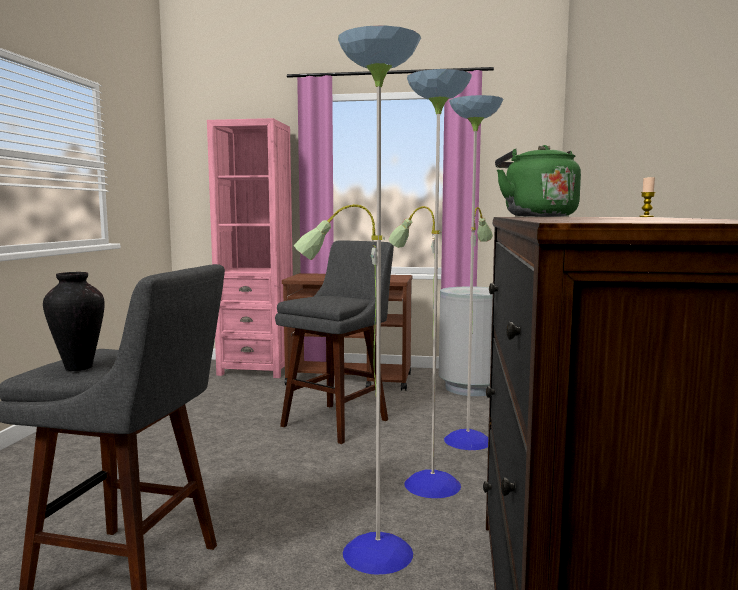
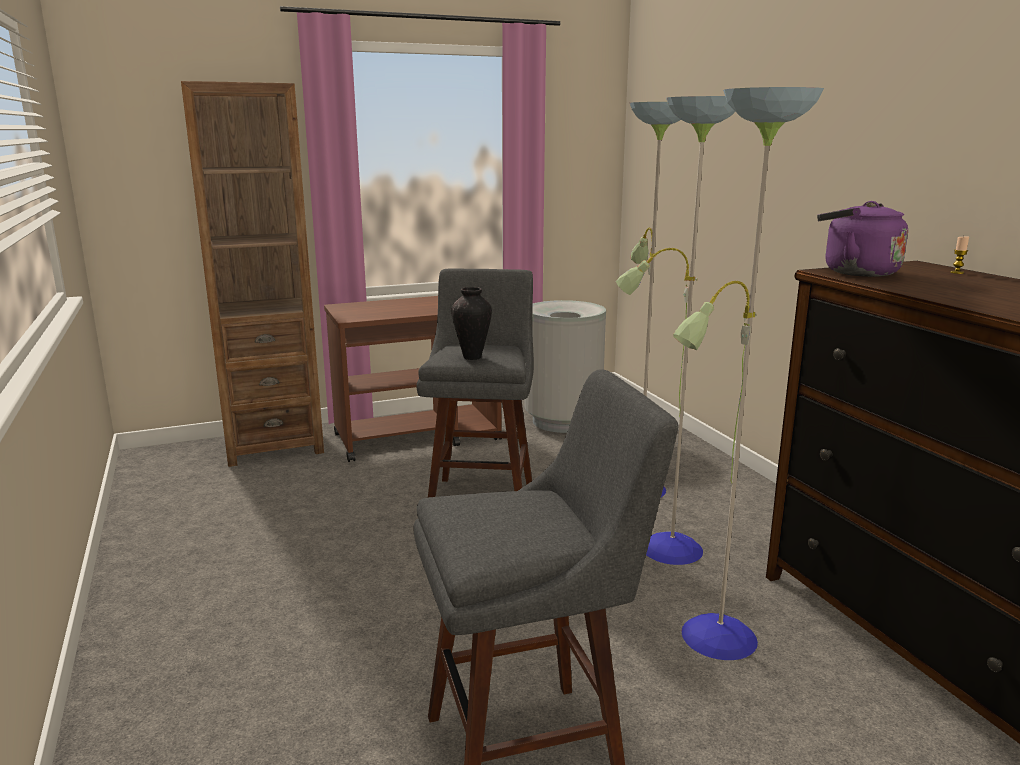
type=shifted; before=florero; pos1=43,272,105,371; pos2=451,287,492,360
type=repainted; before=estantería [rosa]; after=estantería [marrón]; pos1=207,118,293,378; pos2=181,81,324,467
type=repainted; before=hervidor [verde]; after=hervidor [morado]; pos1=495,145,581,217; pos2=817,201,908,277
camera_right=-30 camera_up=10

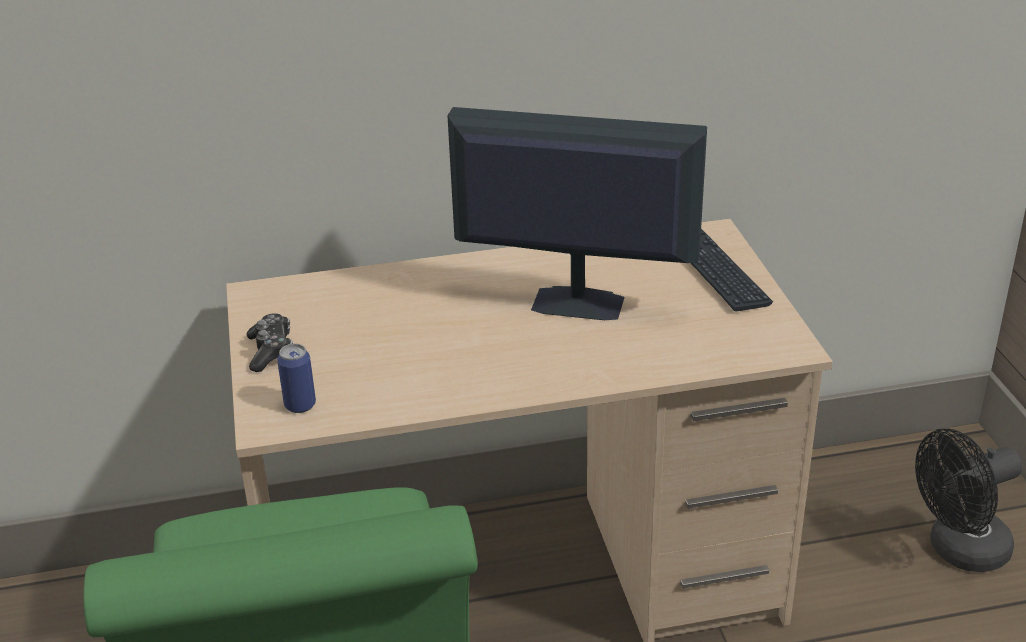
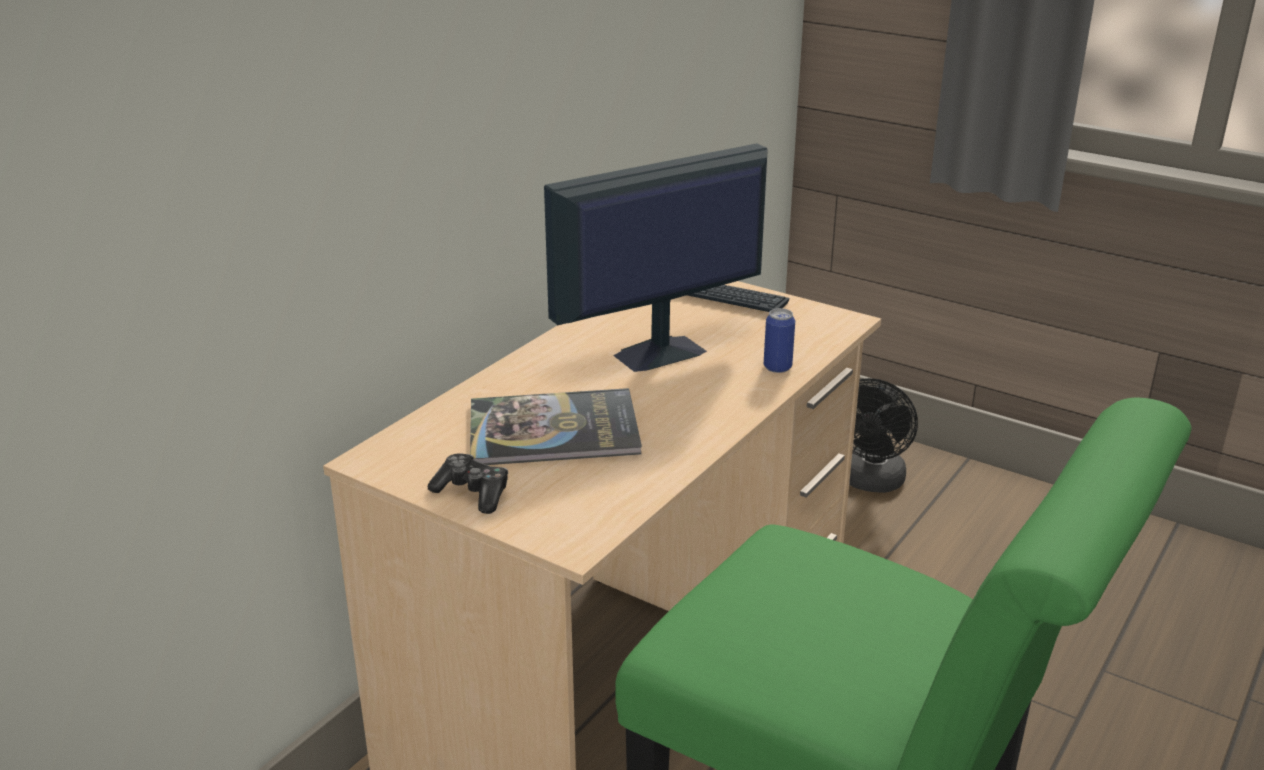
type=new; after=libro; pos2=470,388,642,465
type=shifted; before=lata; pos1=277,344,316,413; pos2=764,308,795,373
camera_right=-45 camera_up=-5

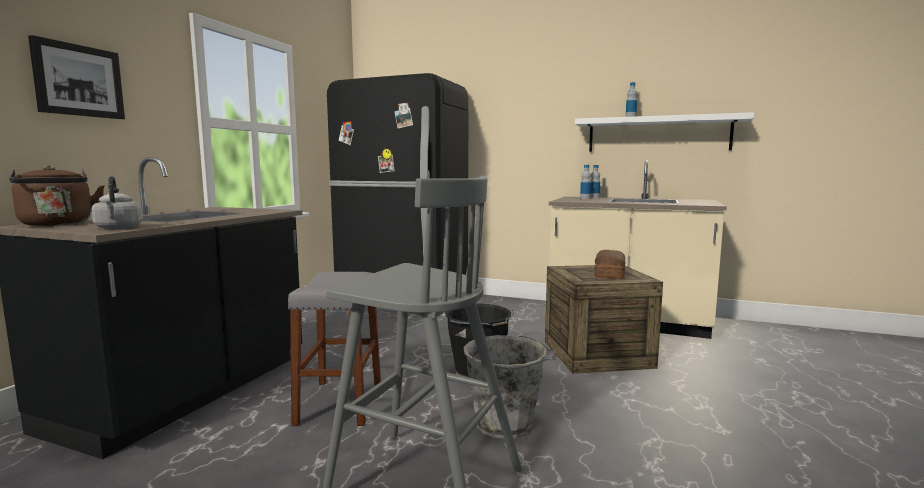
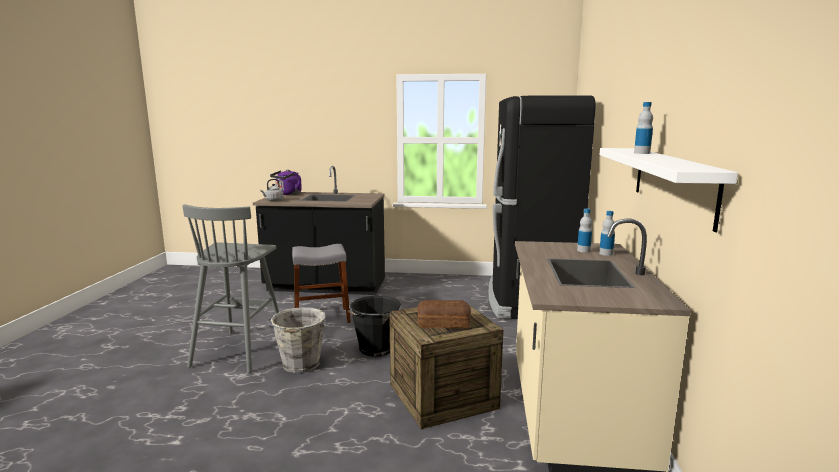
type=gone; before=cuadro; pos1=28,35,125,119
type=repainted; before=hervidor [marrón]; after=hervidor [morado]; pos1=9,165,105,226; pos2=270,170,302,195
camera_right=75 camera_up=5

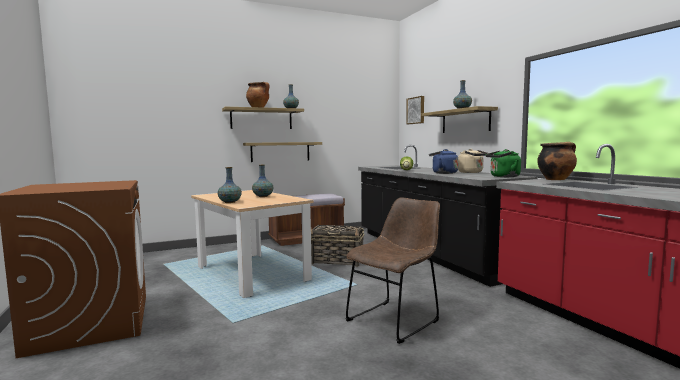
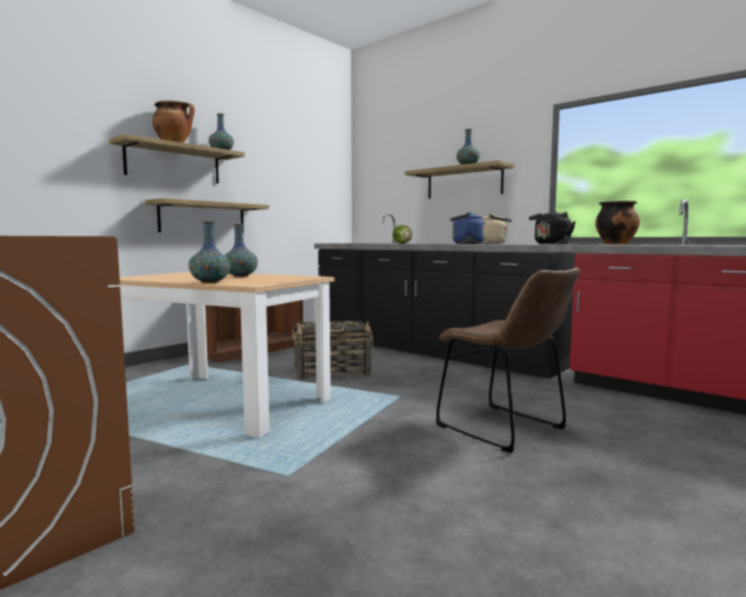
type=gone; before=cuadro; pos1=406,96,424,124
type=repainted; before=hervidor [verde]; after=hervidor [negro]; pos1=486,149,521,177; pos2=529,210,575,244
type=rotated; before=silla [marrón]; pos1=346,197,440,344; pos2=436,268,580,453; turn=120
camera_right=-25 camera_up=0

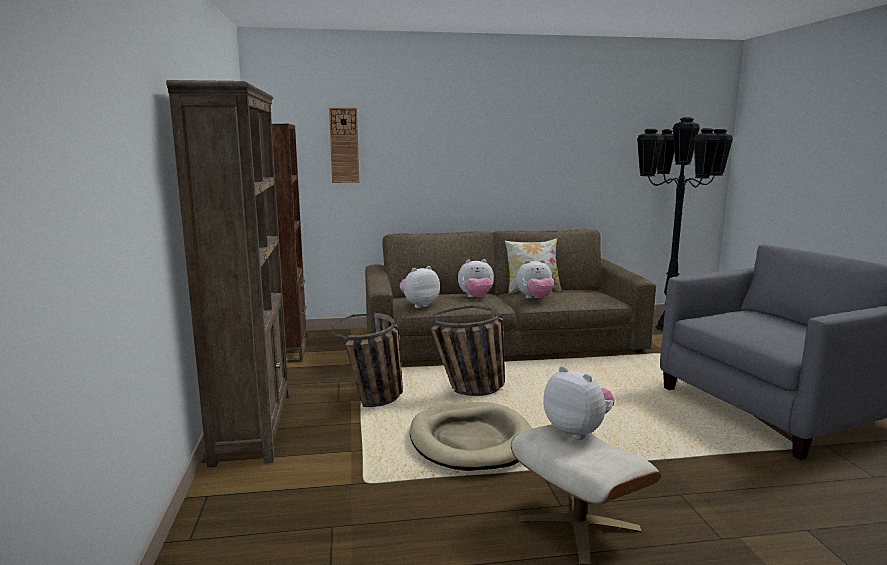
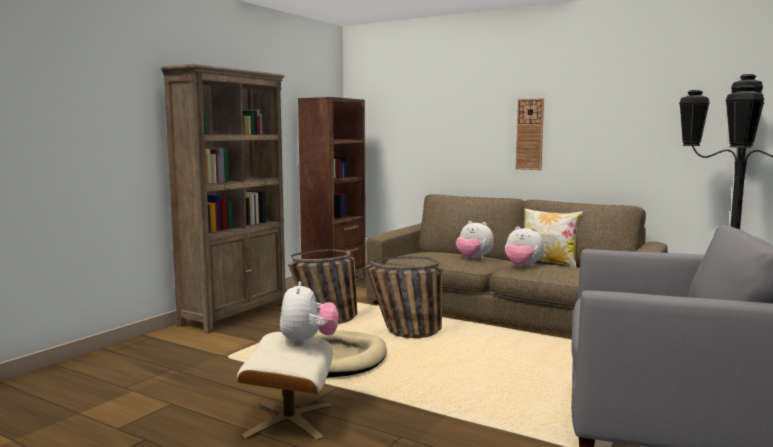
type=gone; before=peluche; pos1=399,266,440,308
type=shifted; before=reloj de pared; pos1=329,108,359,183; pos2=516,98,544,170
camera_right=40 camera_up=-5

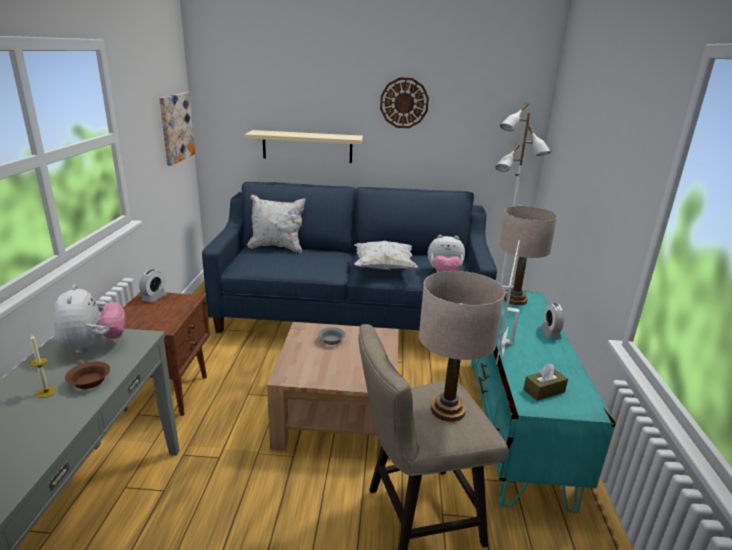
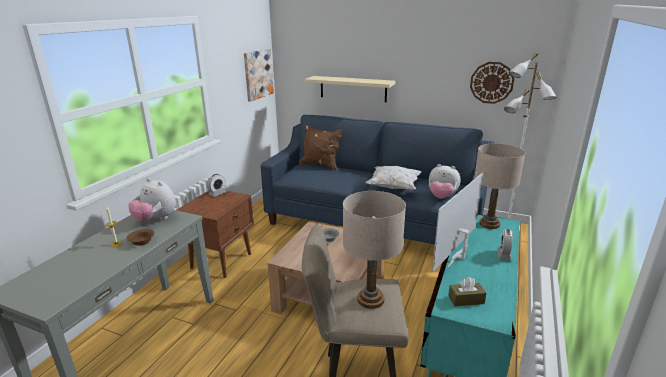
type=shifted; before=reloj de pared; pos1=380,77,429,128; pos2=470,62,514,104
type=repainted; before=cojín [blanco]; after=cojín [marrón]; pos1=247,195,306,253; pos2=300,125,343,171
type=rotated; before=peluche; pos1=54,284,125,354; pos2=128,178,176,222; turn=120
camera_right=20 camera_up=0

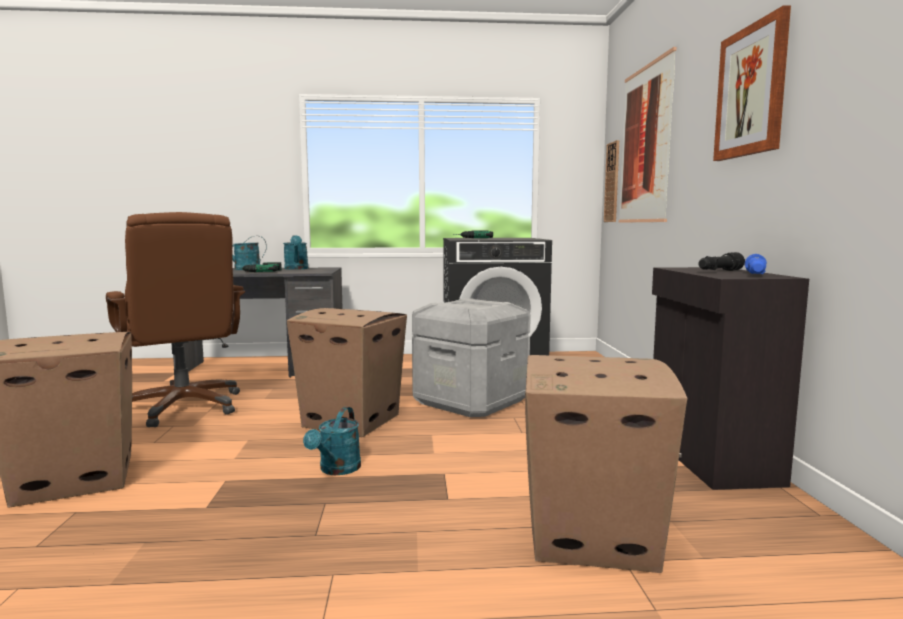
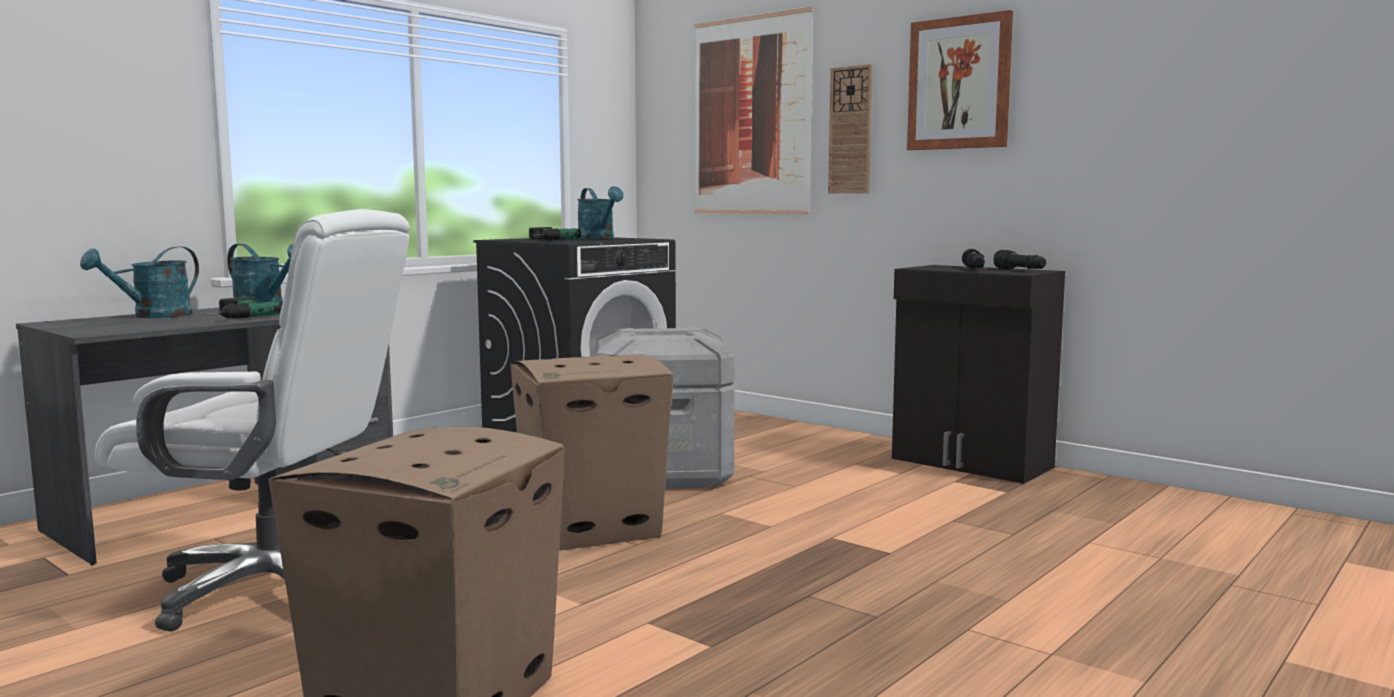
type=gone; before=caja de cartón; pos1=525,355,687,573
type=shifted; before=regadera [turquesa]; pos1=303,407,361,475; pos2=577,186,624,239
type=shifted; before=reloj de pared; pos1=604,140,619,222; pos2=828,64,873,193
type=repainted; before=silla de oficina [marrón]; after=silla de oficina [blanco]; pos1=106,212,245,427; pos2=95,209,410,631
type=repainted; before=linterna [azul]; after=linterna [negro]; pos1=745,254,767,274; pos2=994,250,1047,269
camera_right=-45 camera_up=0

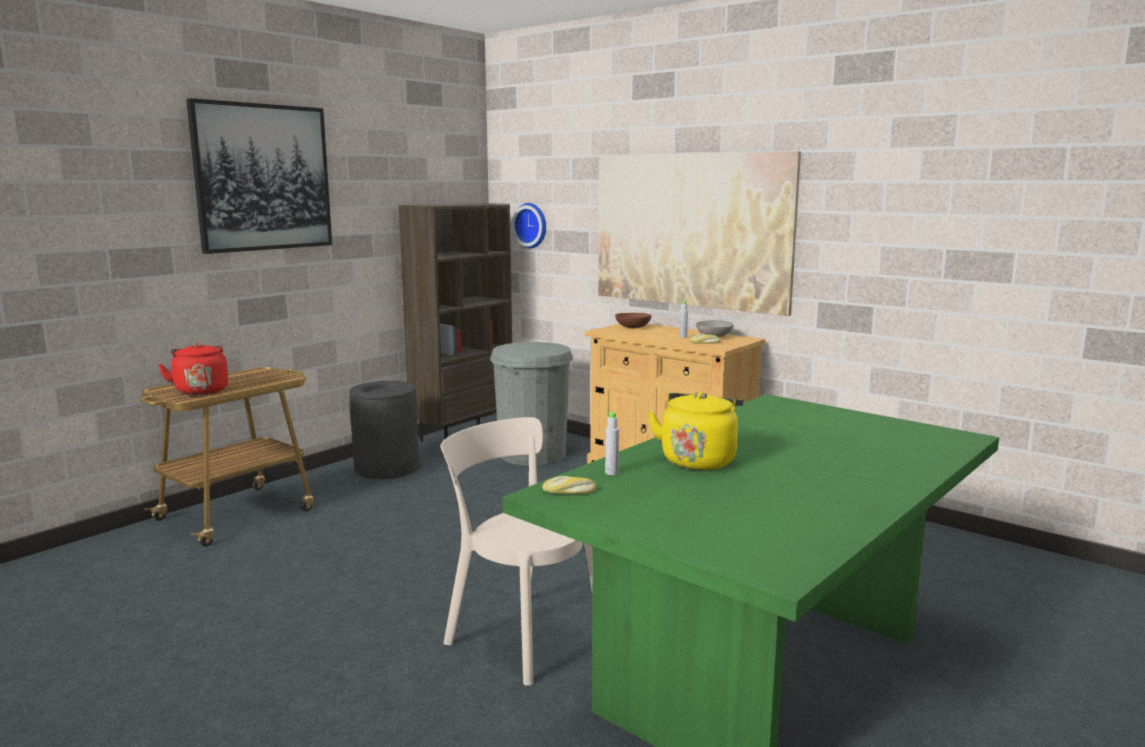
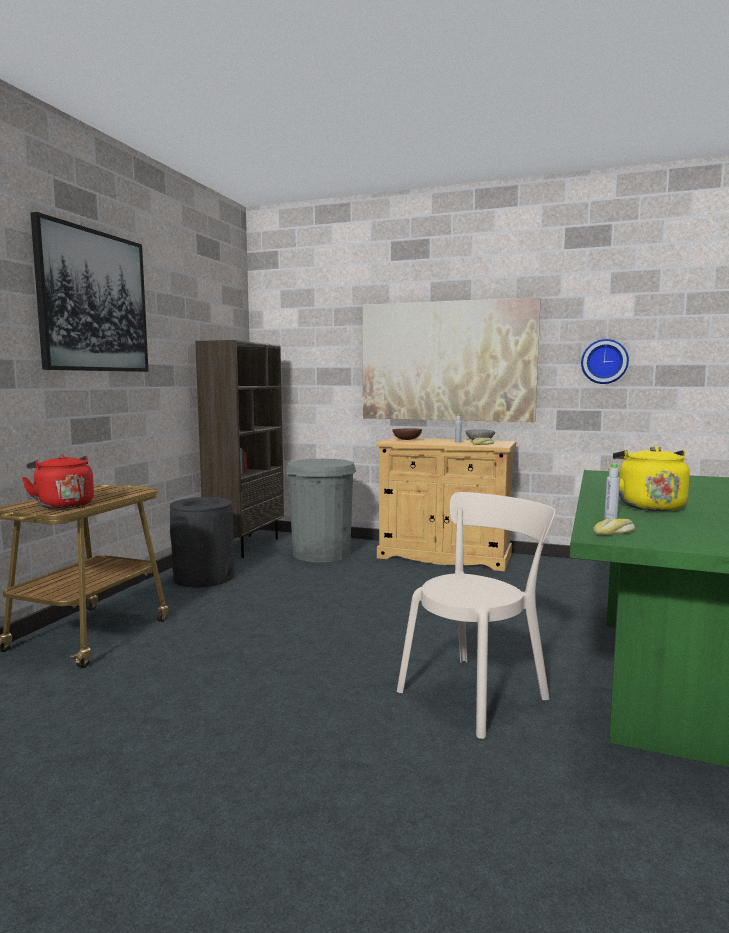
type=shifted; before=reloj de pared; pos1=512,203,546,248; pos2=581,339,629,384
type=rotated; before=silla [beis]; pos1=441,417,593,686; pos2=397,492,556,739; turn=120
camera_right=-20 camera_up=-5

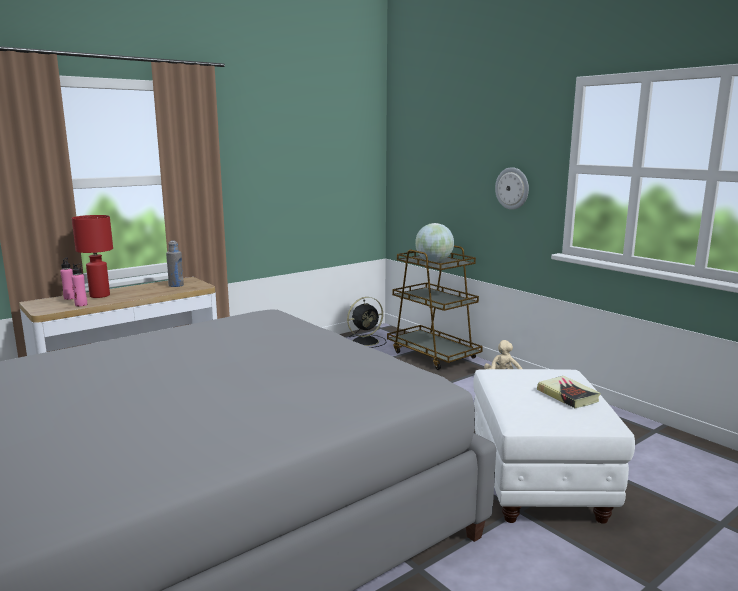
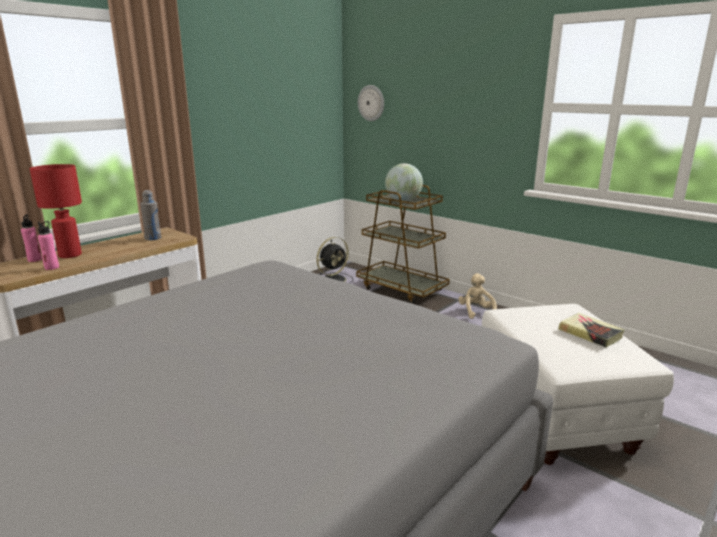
type=shifted; before=reloj de pared; pos1=495,167,529,210; pos2=358,85,384,121
camera_right=-10 camera_up=5

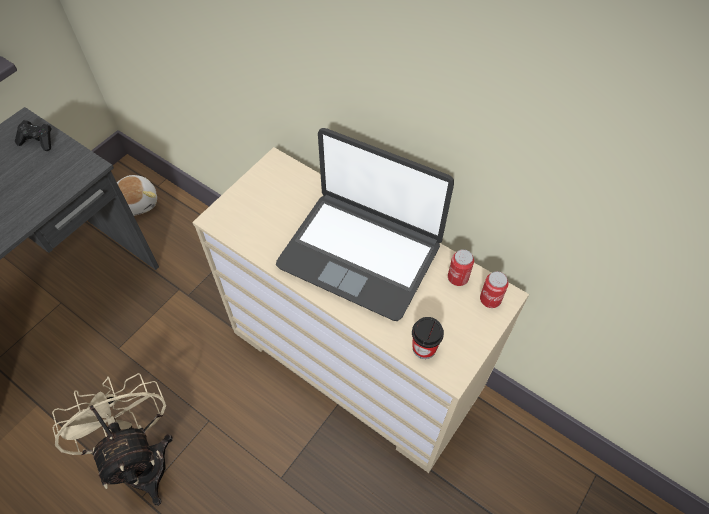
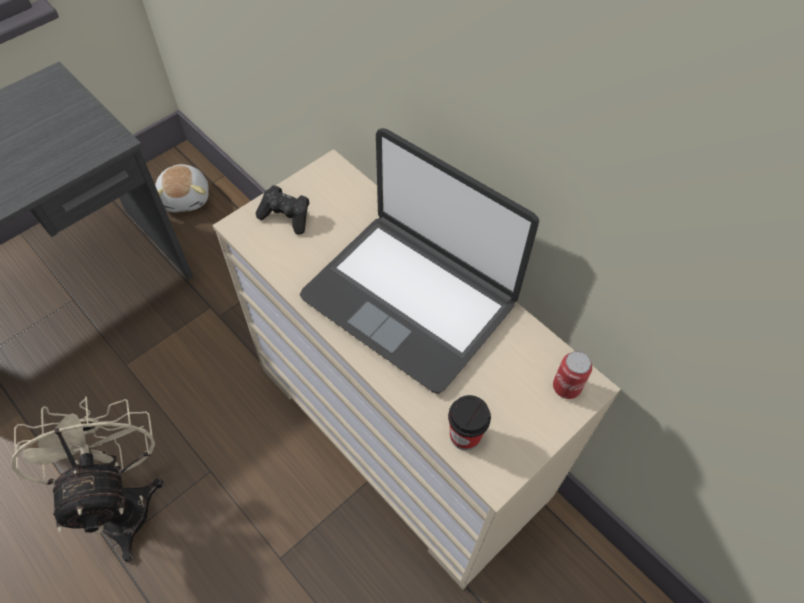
type=gone; before=lata; pos1=448,249,474,286
type=shifted; before=mando de consola [negro]; pos1=15,120,52,151; pos2=256,185,309,235
camera_right=10 camera_up=0

